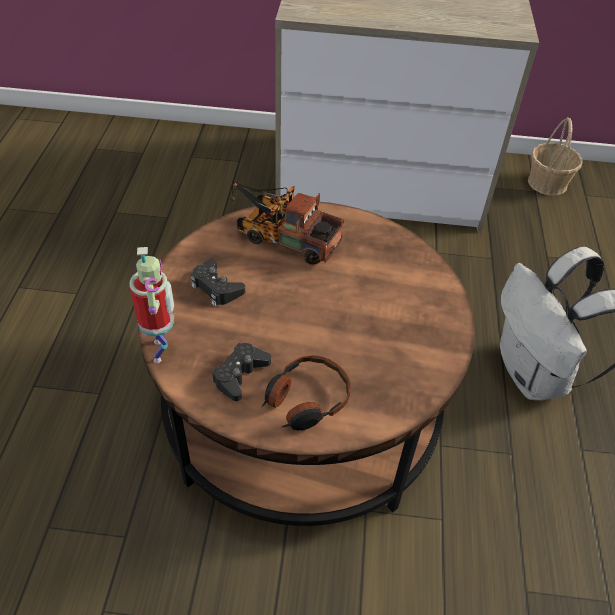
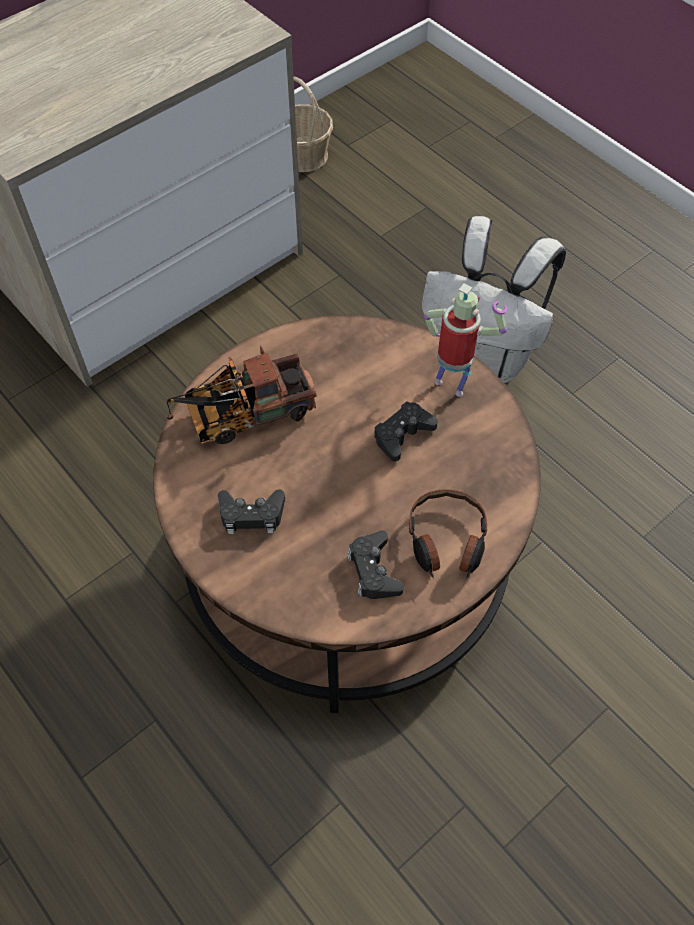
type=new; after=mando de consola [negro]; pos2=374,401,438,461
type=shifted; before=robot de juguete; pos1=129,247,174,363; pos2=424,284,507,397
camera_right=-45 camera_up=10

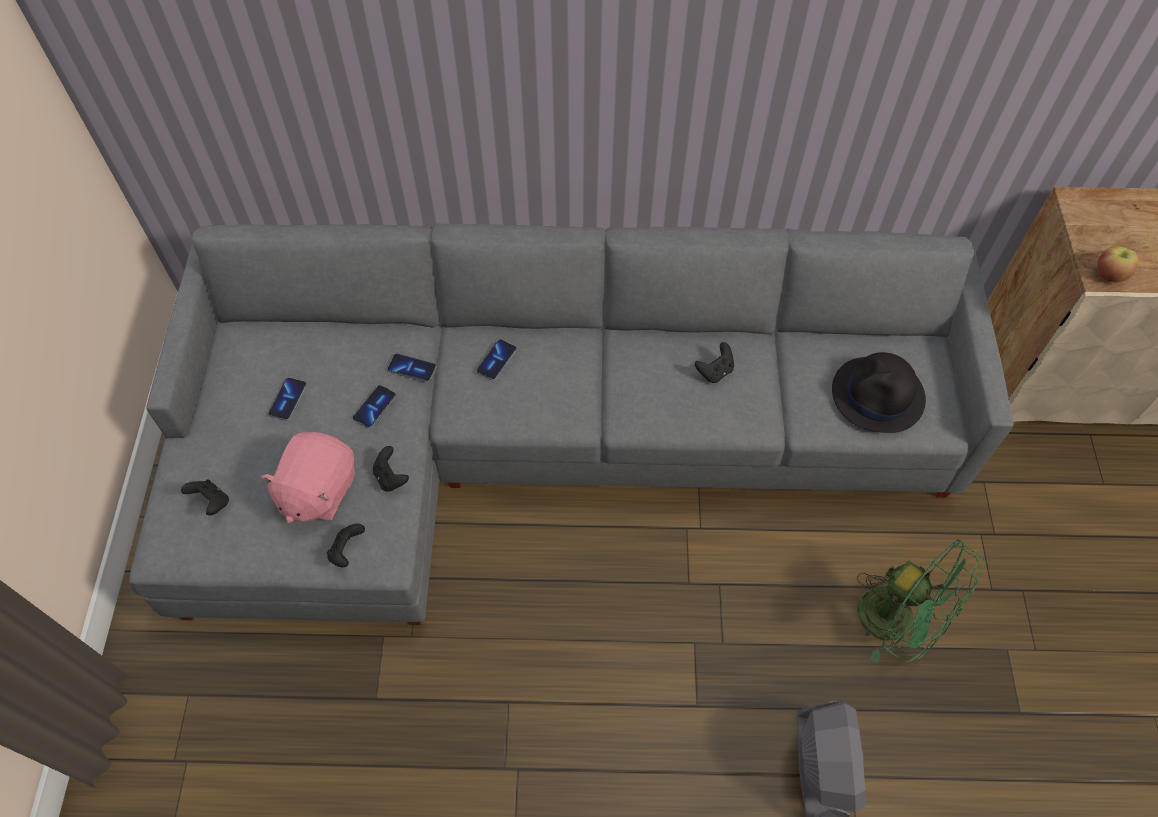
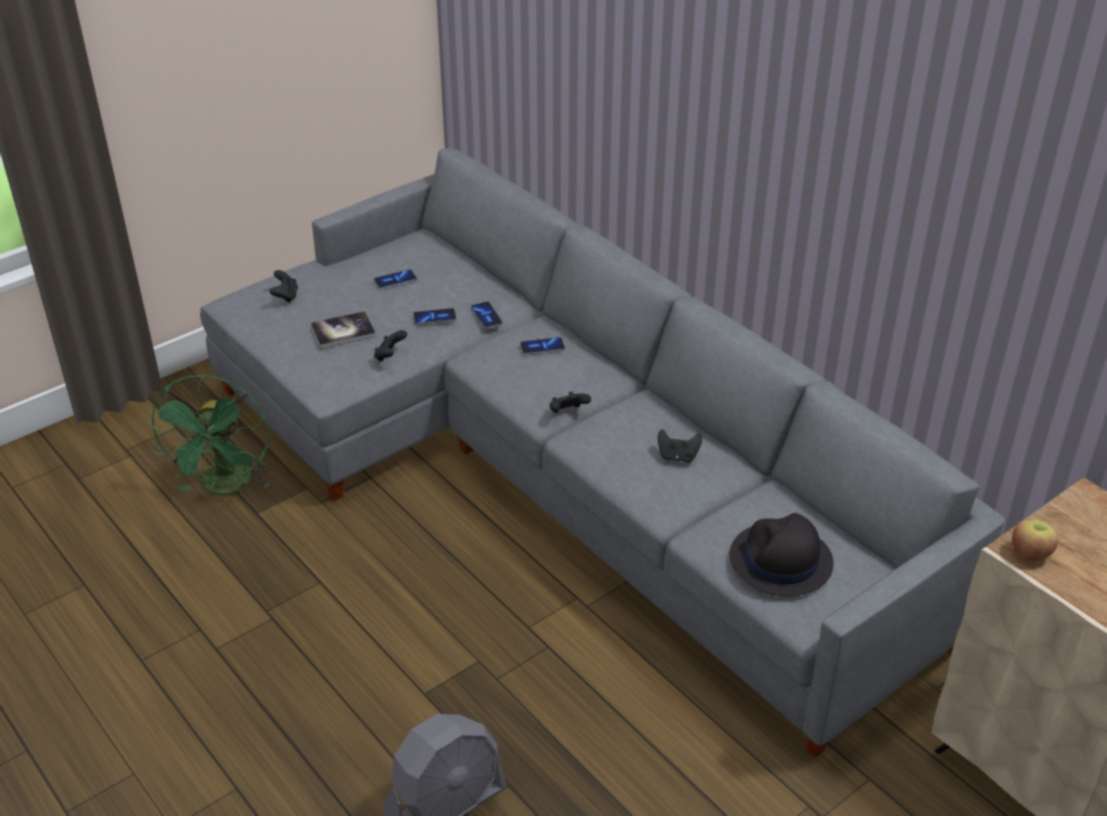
type=shifted; before=mando de consola [negro]; pos1=327,523,365,567; pos2=549,392,591,413
type=shifted; before=ventilador [verde]; pos1=857,539,985,664; pos2=147,375,270,496
type=swapped; before=peluche [rosa]; after=libro; pos1=260,432,355,523; pos2=311,311,376,349
camera_right=50 camera_up=-20

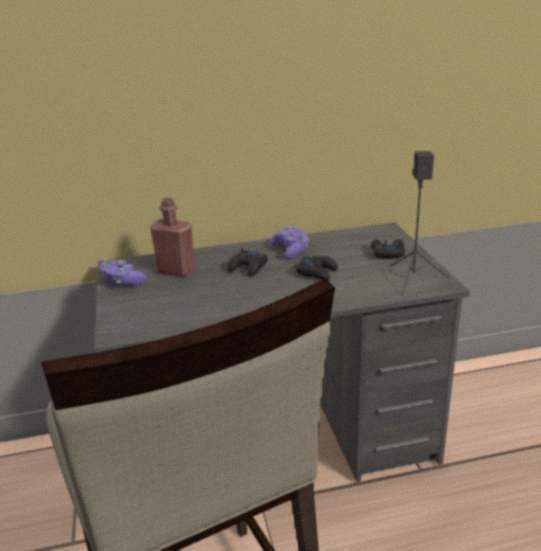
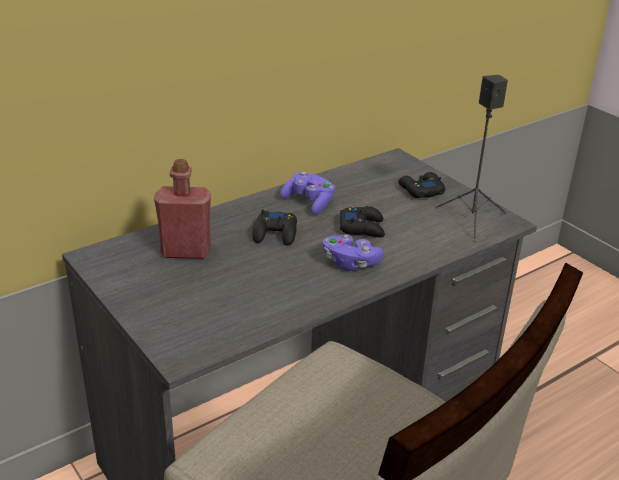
type=shifted; before=mando de consola [morado]; pos1=100,260,147,286; pos2=323,234,384,271
camera_right=-25 camera_up=5

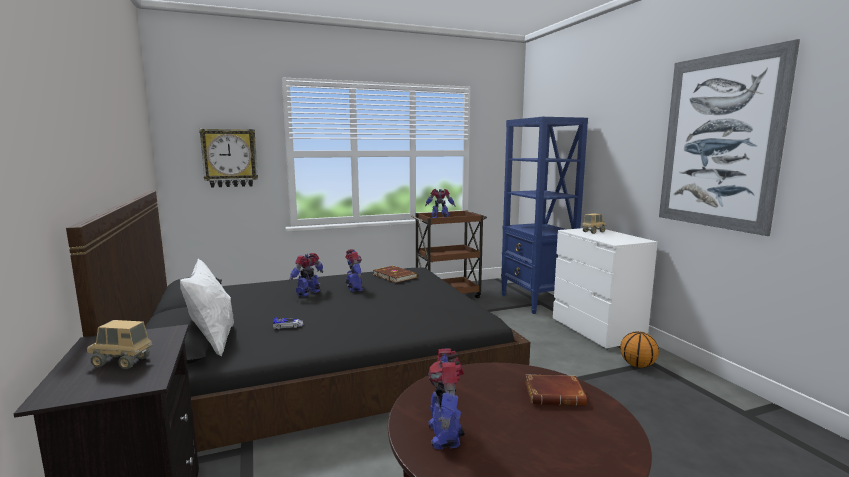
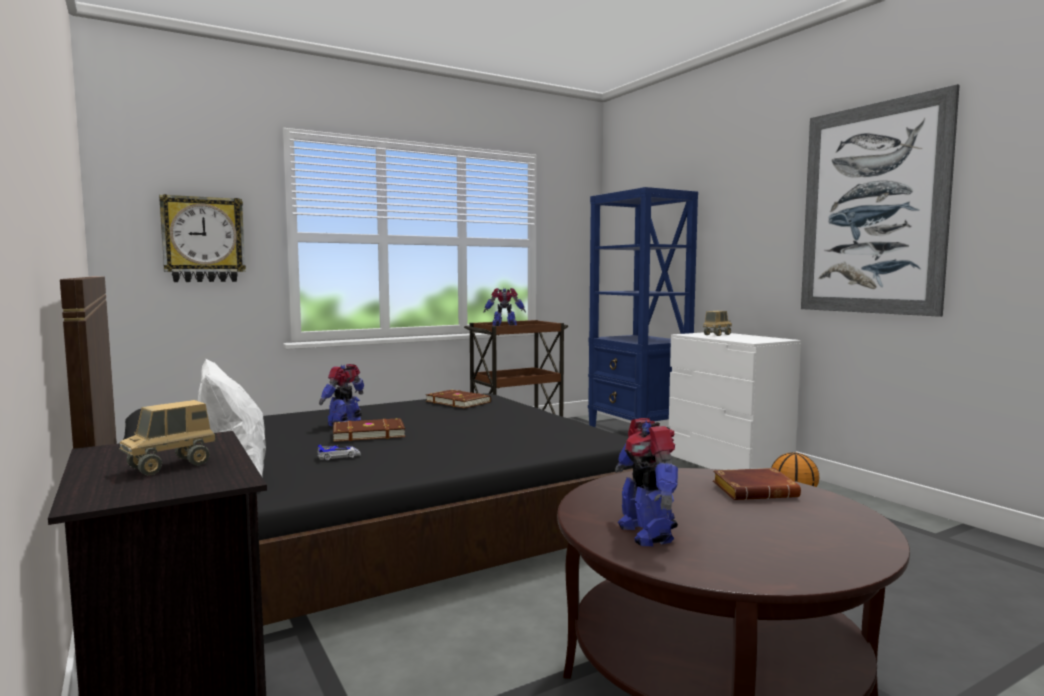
type=gone; before=robot de juguete; pos1=345,249,363,292
type=new; after=libro [marrón]; pos2=333,418,405,442
type=rotated; before=camión de juguete; pos1=87,320,153,369; pos2=119,400,216,475; turn=-45
camera_right=-10 camera_up=-5

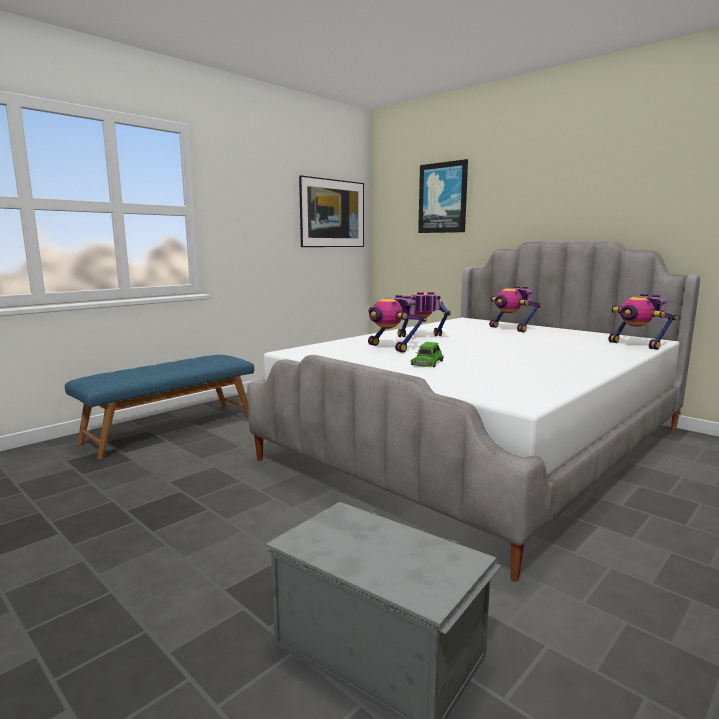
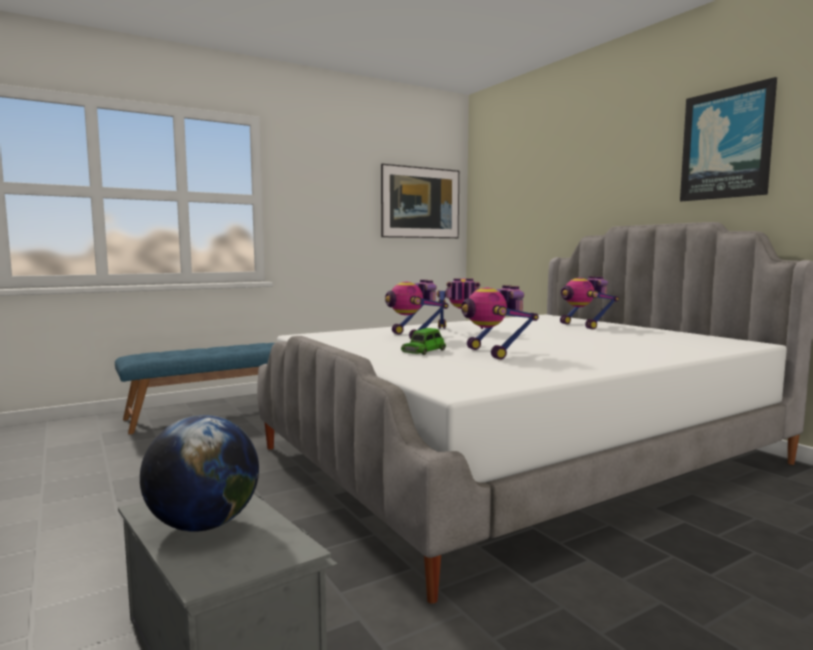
type=new; after=globo terráqueo; pos2=140,415,259,532
type=shifted; before=cuadro; pos1=418,159,468,233; pos2=680,77,777,201
type=shifted; before=robot de juguete; pos1=609,294,677,350; pos2=461,285,539,360
camera_right=15 camera_up=-5

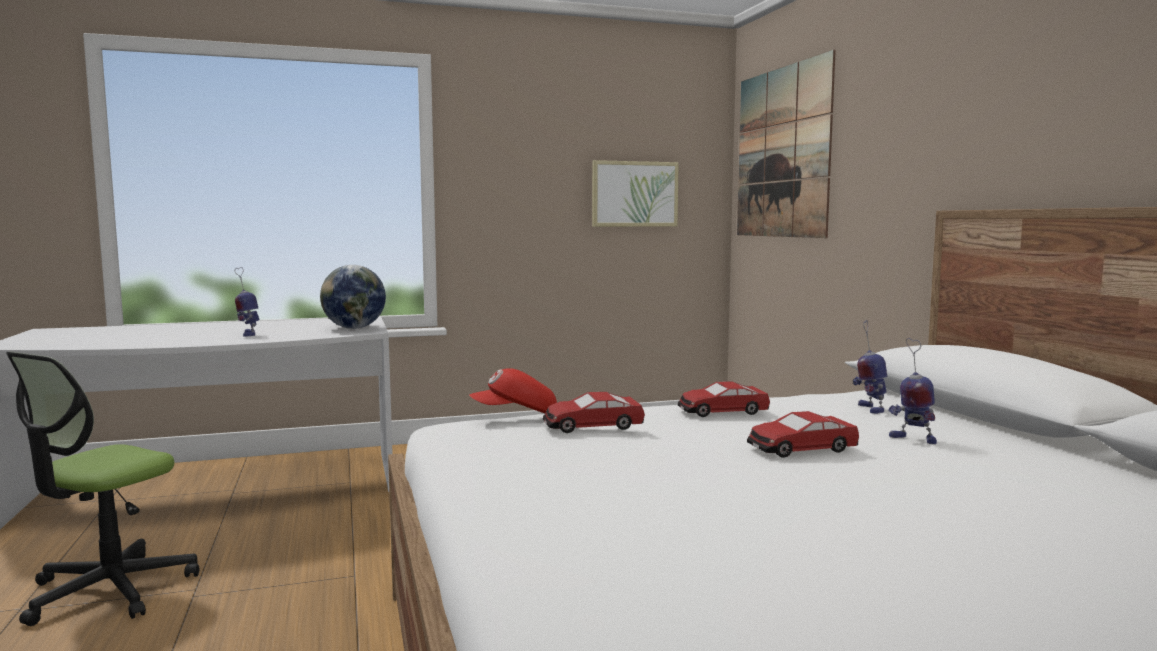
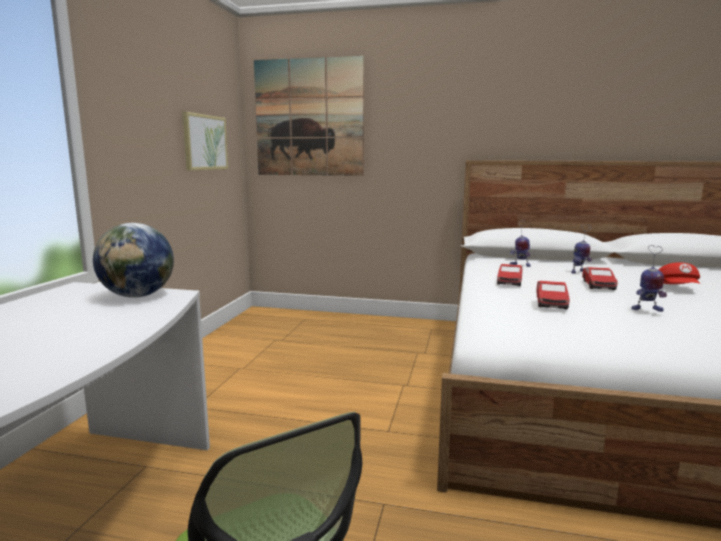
type=shifted; before=robot de juguete; pos1=235,267,260,337; pos2=631,245,667,312
type=shifted; before=gorra [rojo]; pos1=469,368,557,413; pos2=659,263,700,284
camera_right=-60 camera_up=5

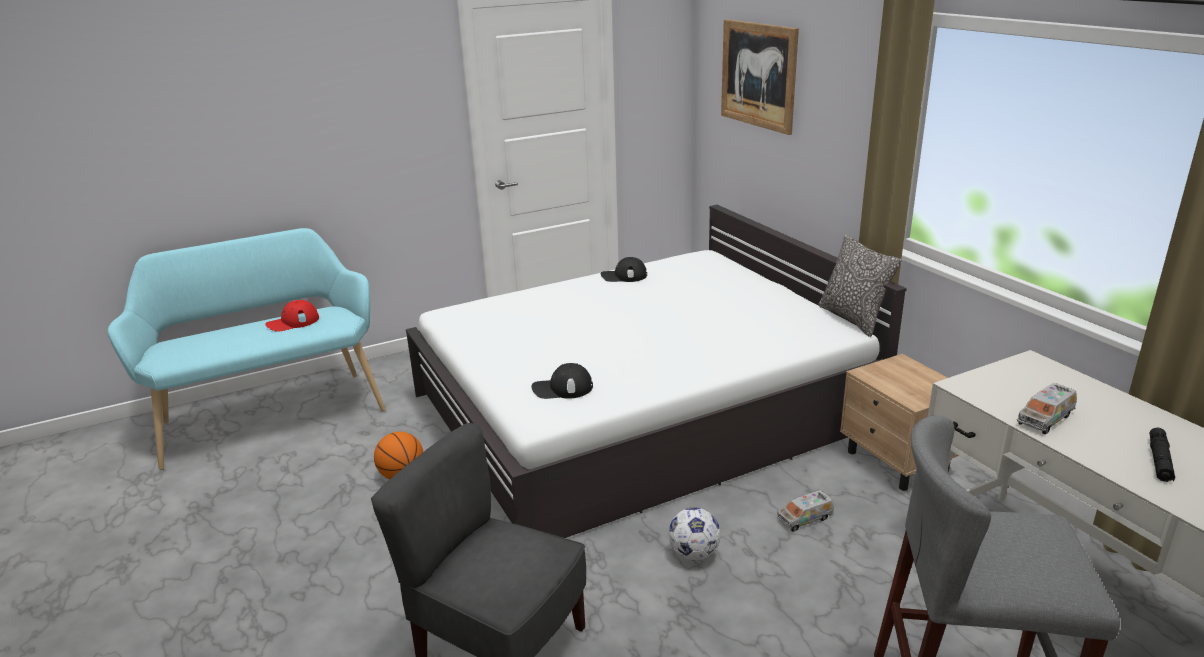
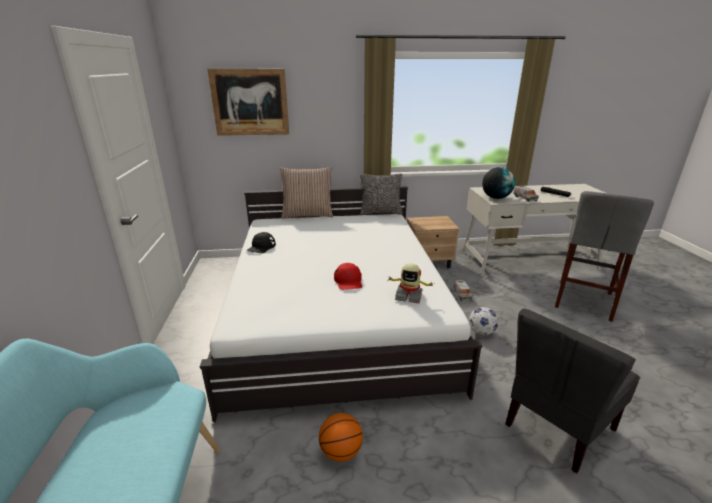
type=new; after=cojín; pos2=280,166,333,219
type=new; after=globo terráqueo; pos2=482,167,515,199
type=shifted; before=gorra [rojo]; pos1=265,300,319,332; pos2=334,263,362,290
type=swapped; before=gorra [negro]; after=robot de juguete; pos1=531,363,593,399; pos2=387,263,434,304
camera_right=-70 camera_up=0

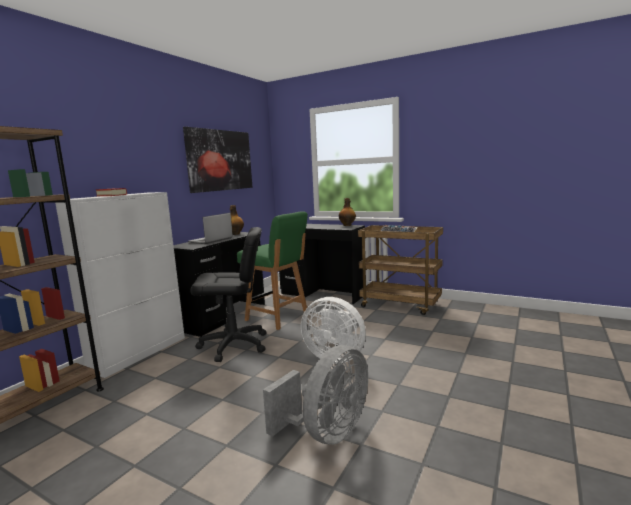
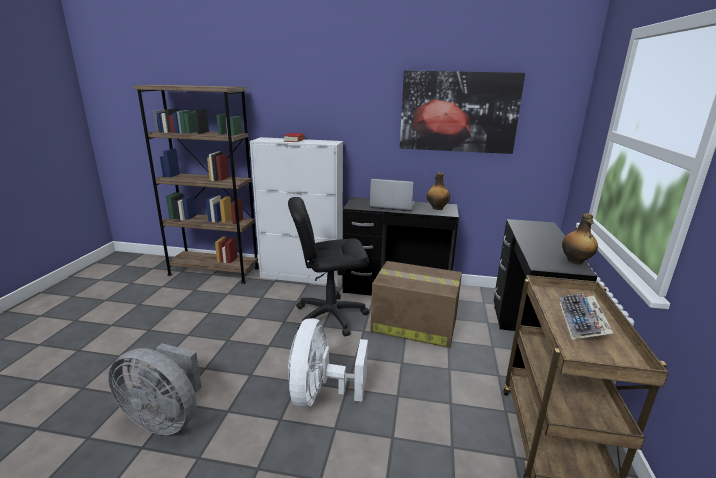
type=swapped; before=silla [verde]; after=caja de cartón; pos1=237,211,308,330; pos2=370,261,462,348
type=rotated; before=silla de oficina [negro]; pos1=190,227,266,362; pos2=288,197,369,336; turn=105
camera_right=70 camera_up=10

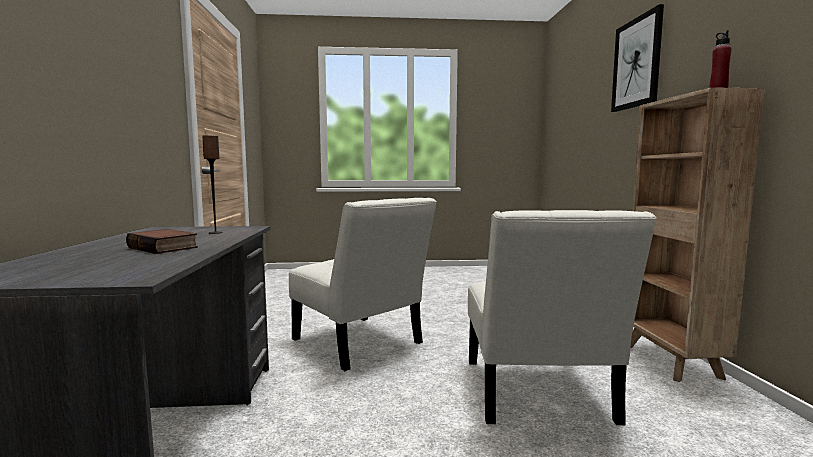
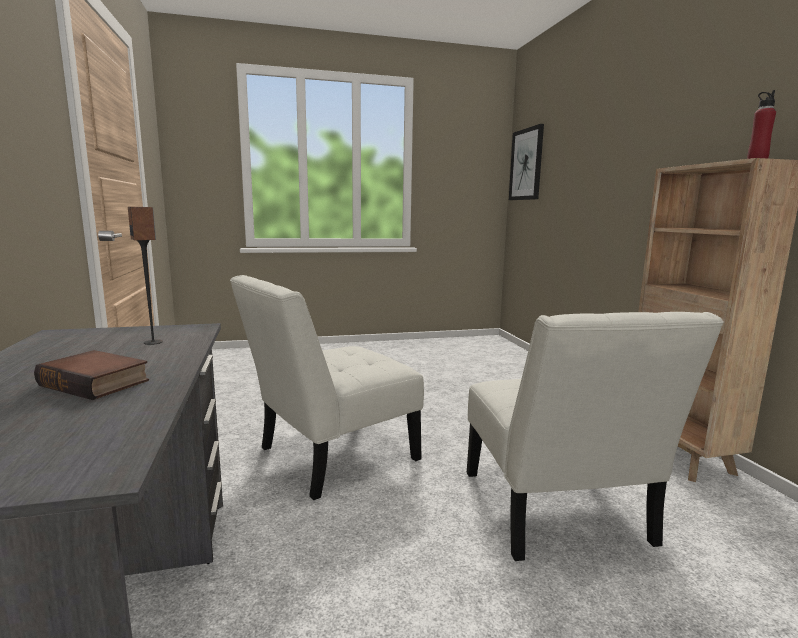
type=shifted; before=cuadro; pos1=611,4,664,112; pos2=509,124,544,200
type=rotated; before=silla [blanco]; pos1=289,198,437,371; pos2=230,275,424,500; turn=105
camera_right=-10 camera_up=5

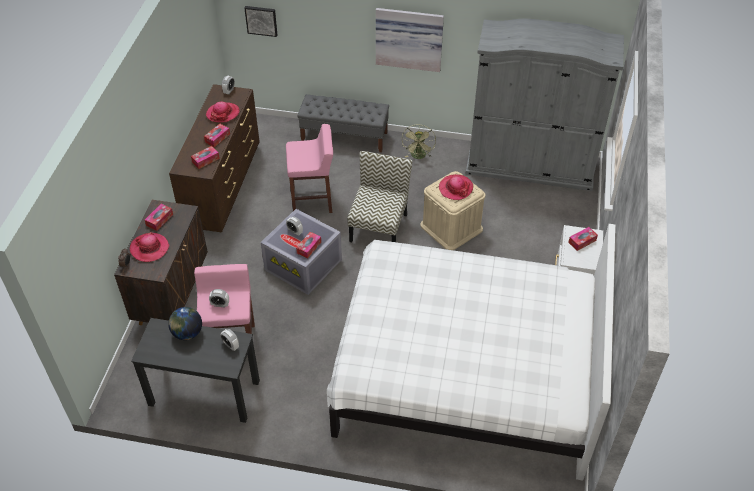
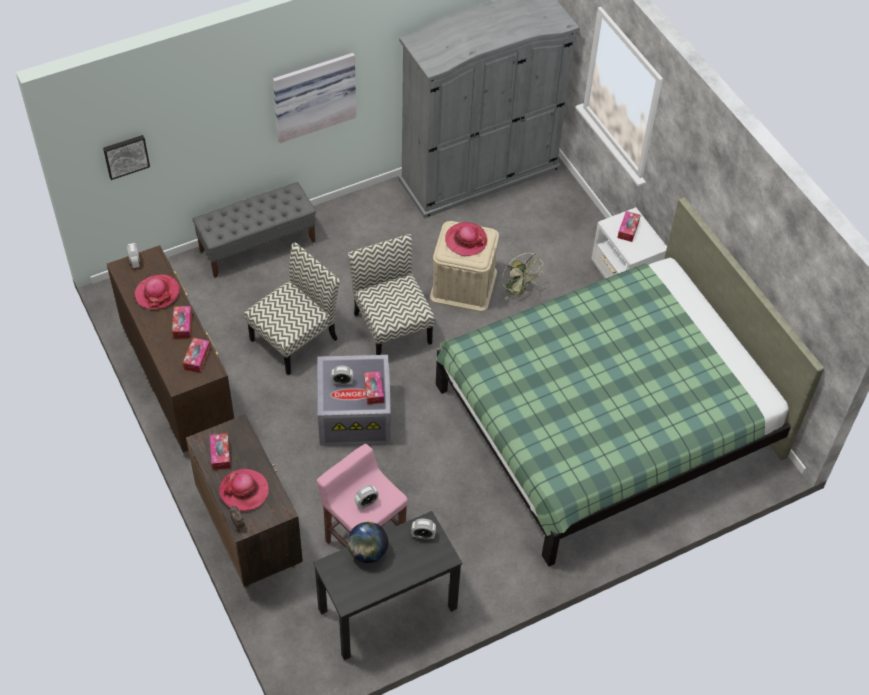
type=shifted; before=ventilador [verde]; pos1=402,125,436,159; pos2=502,253,544,300
type=swapped; before=taburete [rosa]; after=silla; pos1=286,124,333,213; pos2=244,242,340,375
type=repainted; before=cama [blanco]; after=cama [verde]; pos1=327,224,616,481; pos2=435,197,824,566
camera_right=-40 camera_up=5

